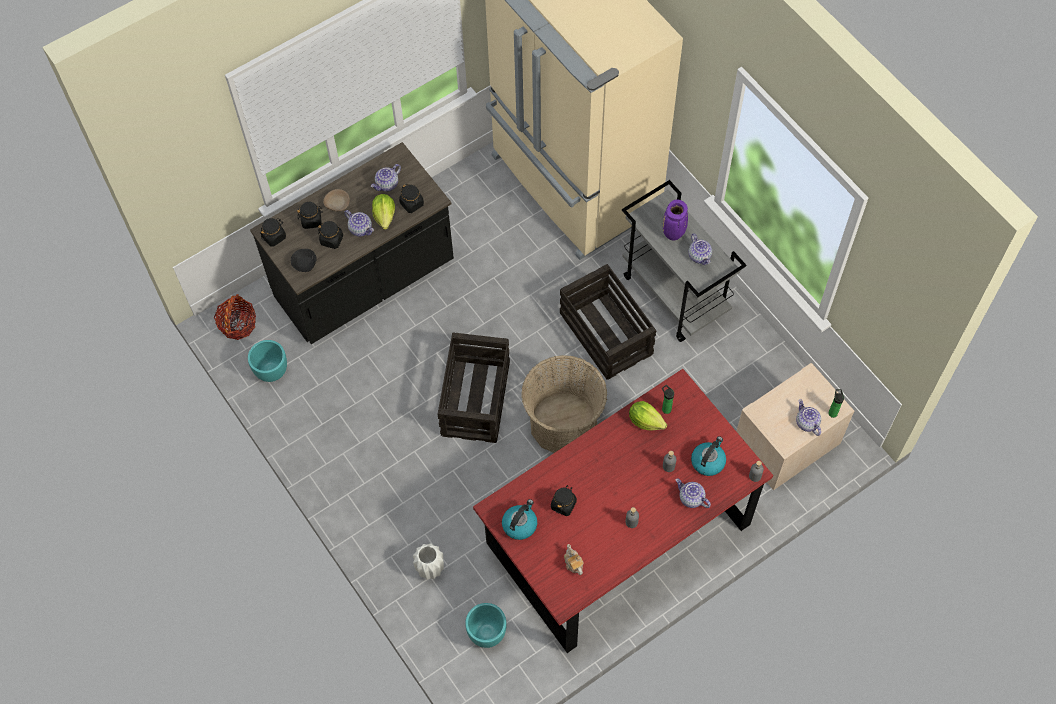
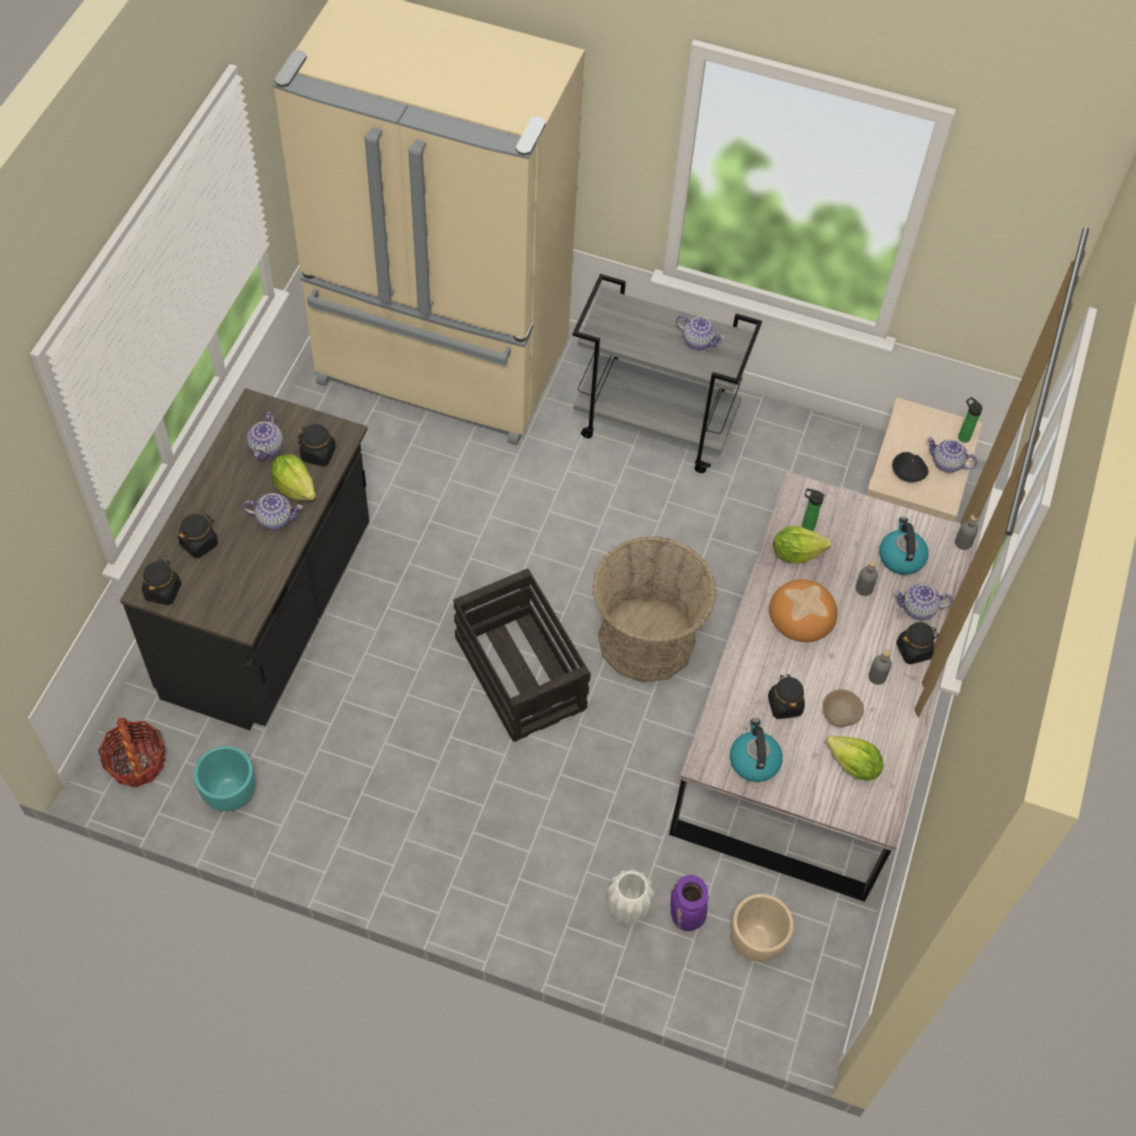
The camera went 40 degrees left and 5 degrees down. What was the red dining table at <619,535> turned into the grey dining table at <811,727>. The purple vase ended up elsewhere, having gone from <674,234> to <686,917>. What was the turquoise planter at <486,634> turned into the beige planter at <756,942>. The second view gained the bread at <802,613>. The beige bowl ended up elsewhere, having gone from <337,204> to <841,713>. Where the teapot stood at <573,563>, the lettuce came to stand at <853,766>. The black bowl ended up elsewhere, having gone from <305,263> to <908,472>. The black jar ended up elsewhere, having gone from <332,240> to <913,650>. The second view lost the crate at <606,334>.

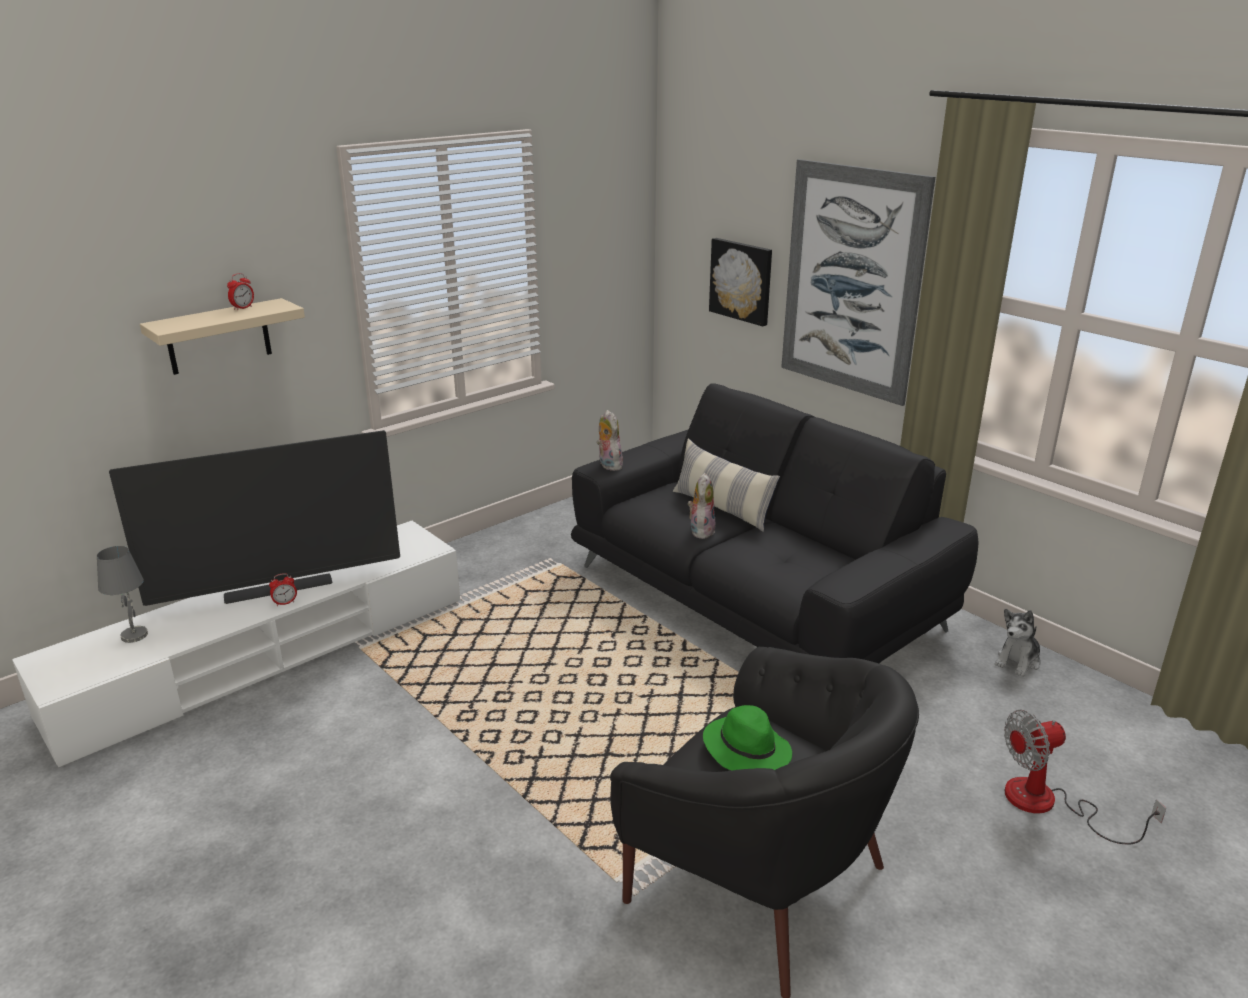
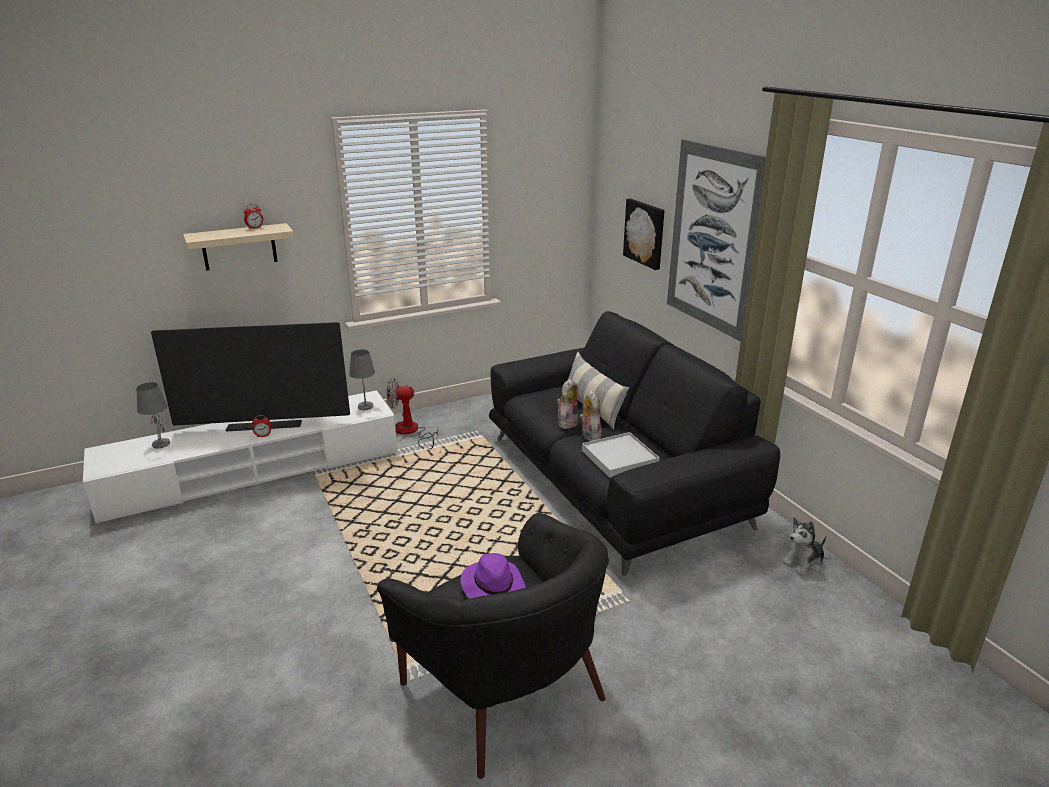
The camera went 15 degrees right and 0 degrees up. The second view gained the grey table lamp at <366,406>. The fan ended up elsewhere, having gone from <1048,804> to <411,432>. What was the green hat at <745,748> turned into the purple hat at <492,586>. The plush toy ended up elsewhere, having gone from <608,465> to <589,435>. The second view gained the white tray at <619,457>.

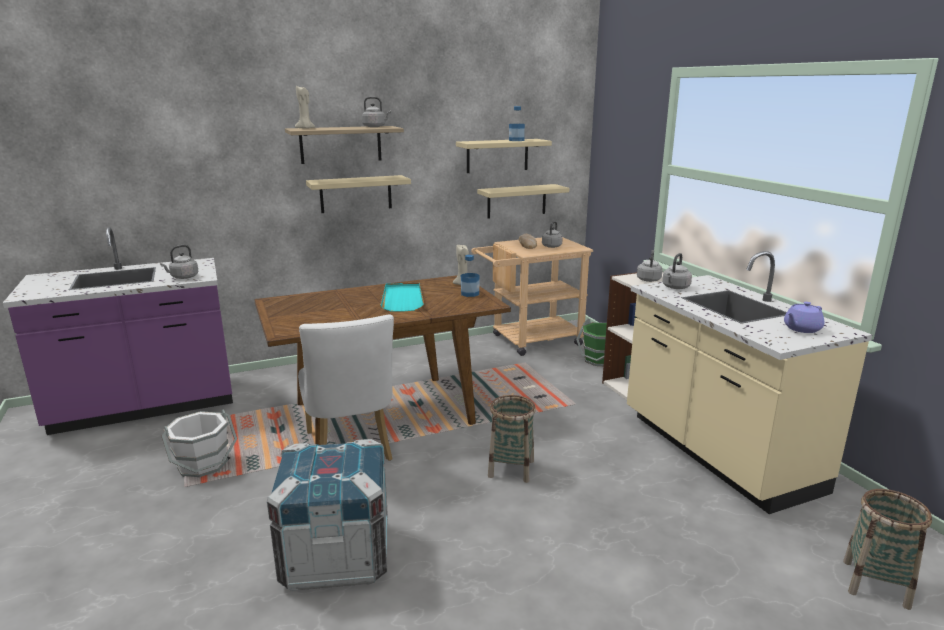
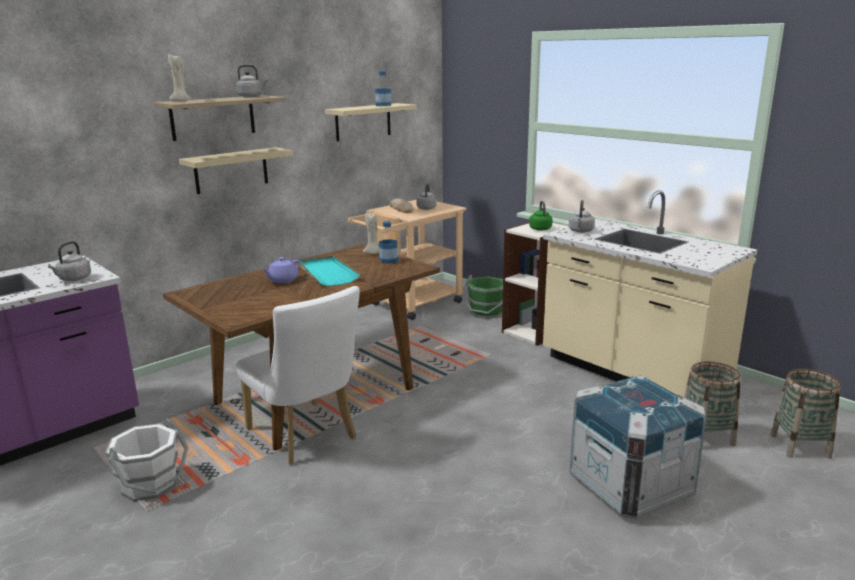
The camera went 20 degrees left and 0 degrees up. The purple teapot ended up elsewhere, having gone from <801,329> to <282,280>. What was the grey kettle at <648,279> turned into the green kettle at <540,228>. The crate ended up elsewhere, having gone from <337,556> to <630,486>. The basket ended up elsewhere, having gone from <511,468> to <706,436>. The second view lost the beige shelf at <516,201>.

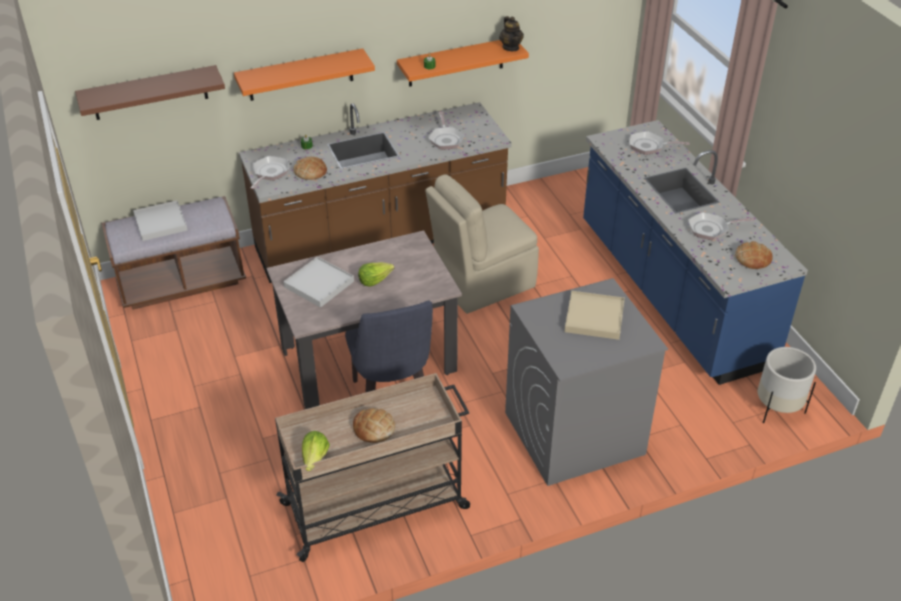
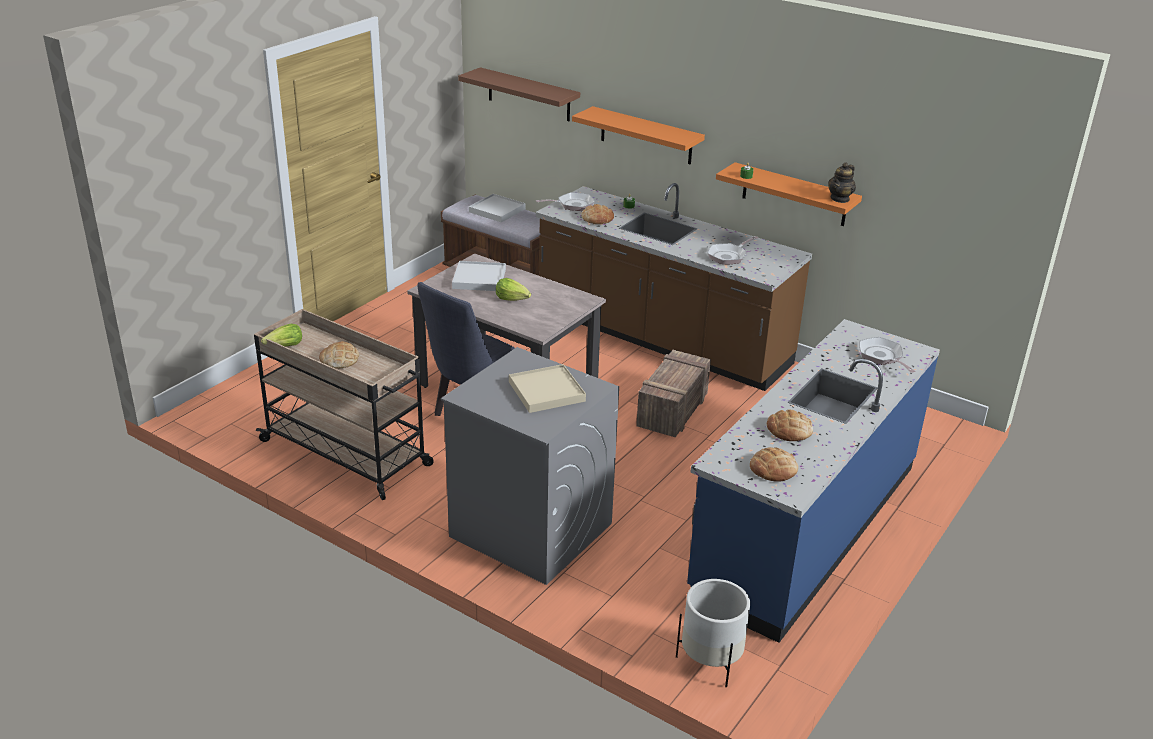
The camera went 55 degrees right and 10 degrees down. Where the beige chair stood at <482,283>, the crate came to stand at <672,409>. Where the frying pan stood at <711,229>, the bread came to stand at <789,430>.

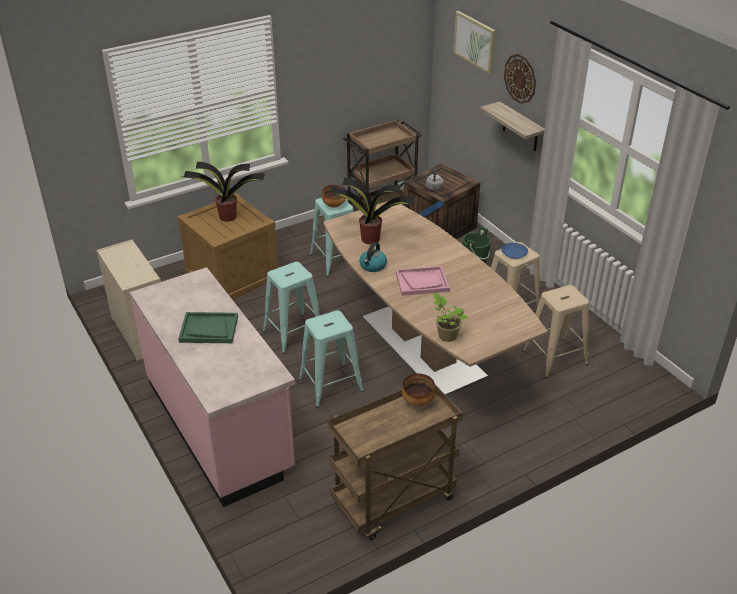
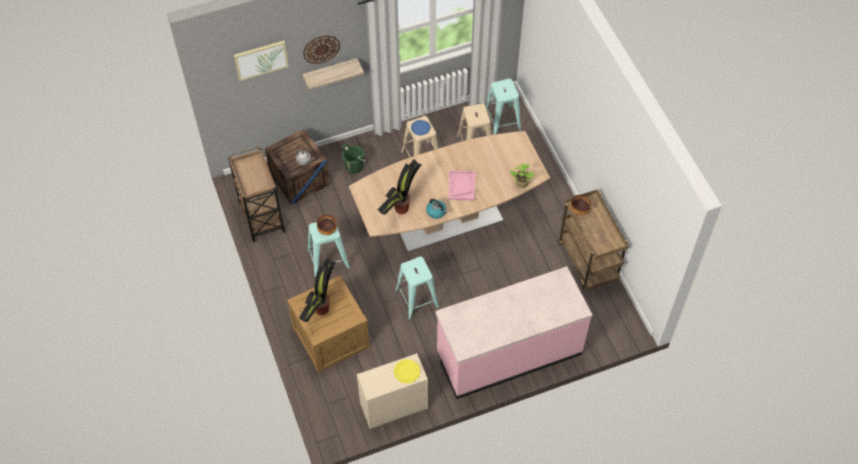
The camera went 80 degrees left and 20 degrees up. The second view gained the yellow plate at <406,372>. The turquoise stool ended up elsewhere, having gone from <330,385> to <502,122>. The second view lost the green tray at <208,329>.

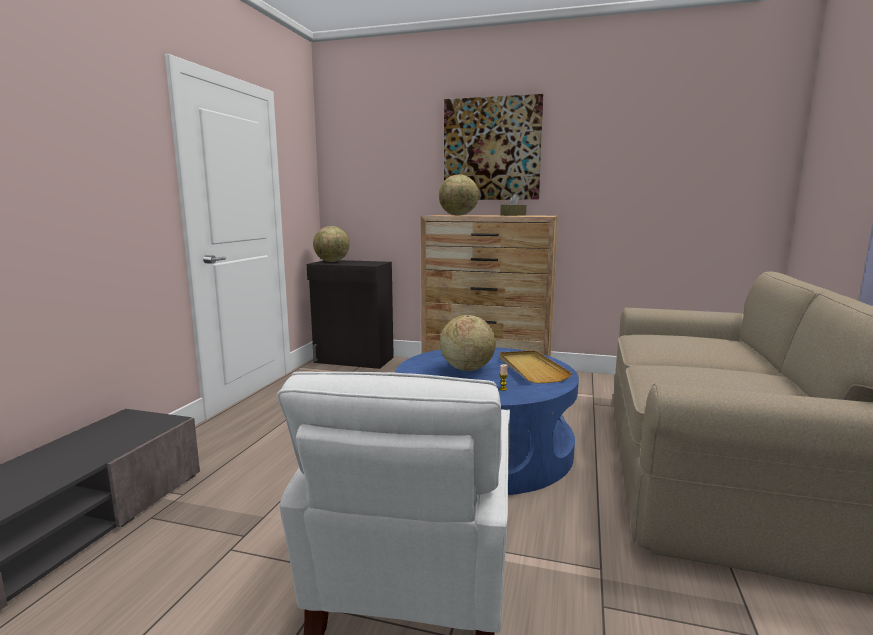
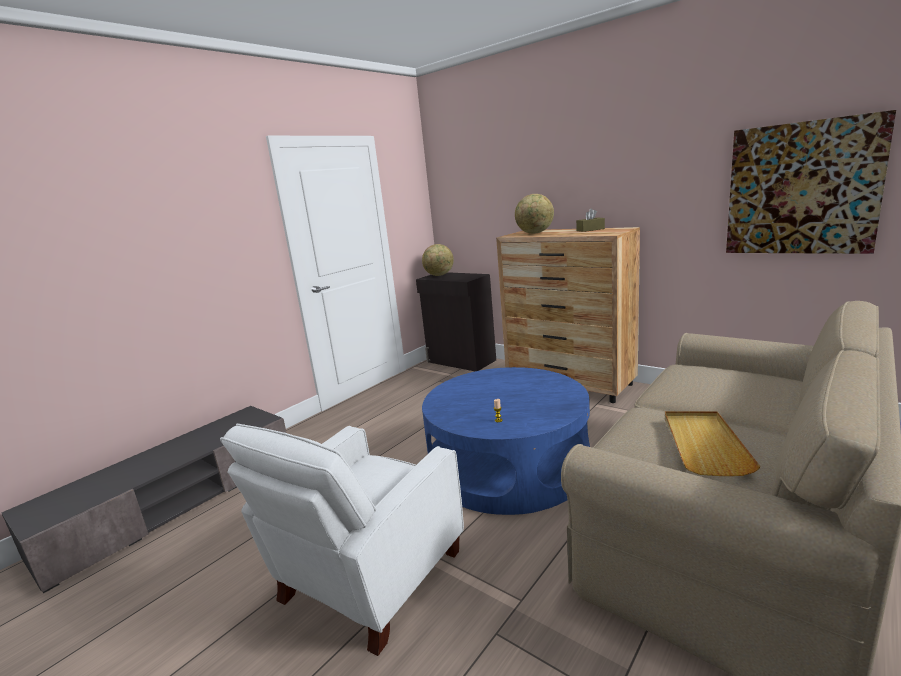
The camera went 25 degrees right and 5 degrees up. The beige tray ended up elsewhere, having gone from <531,369> to <703,444>. The picture ended up elsewhere, having gone from <491,149> to <801,189>. The second view lost the globe at <467,369>.

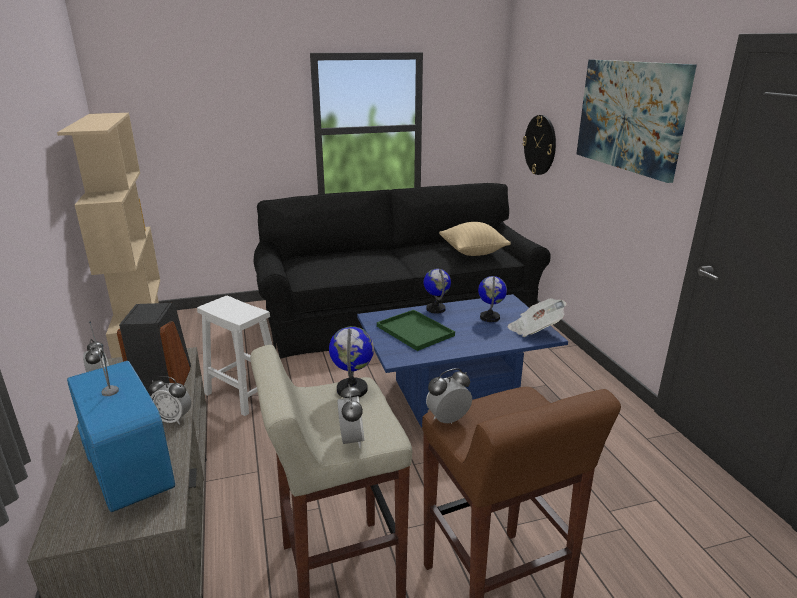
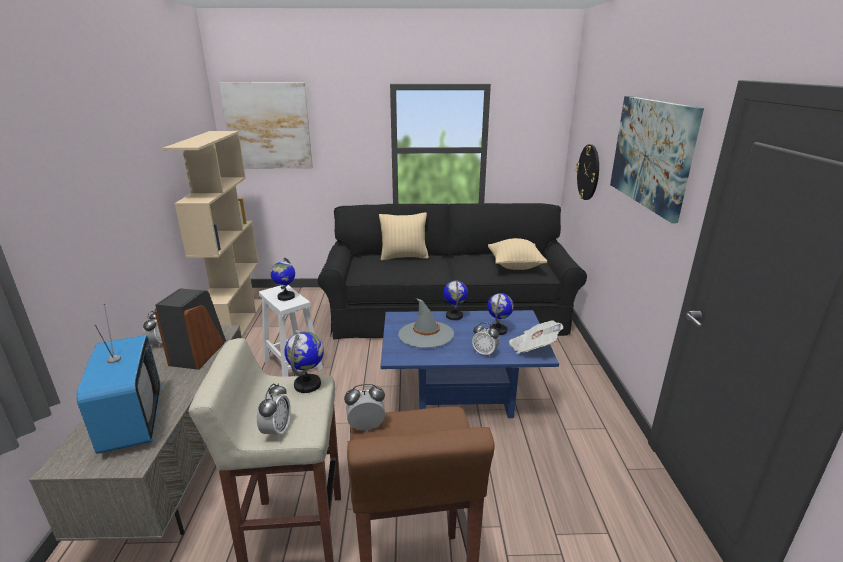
The camera went 15 degrees right and 0 degrees up. The second view gained the picture at <268,126>. The second view gained the globe at <286,297>. The second view gained the beige pillow at <404,257>. Where the green tray stood at <416,331>, the grey hat came to stand at <426,334>. The alarm clock ended up elsewhere, having gone from <173,419> to <484,353>.

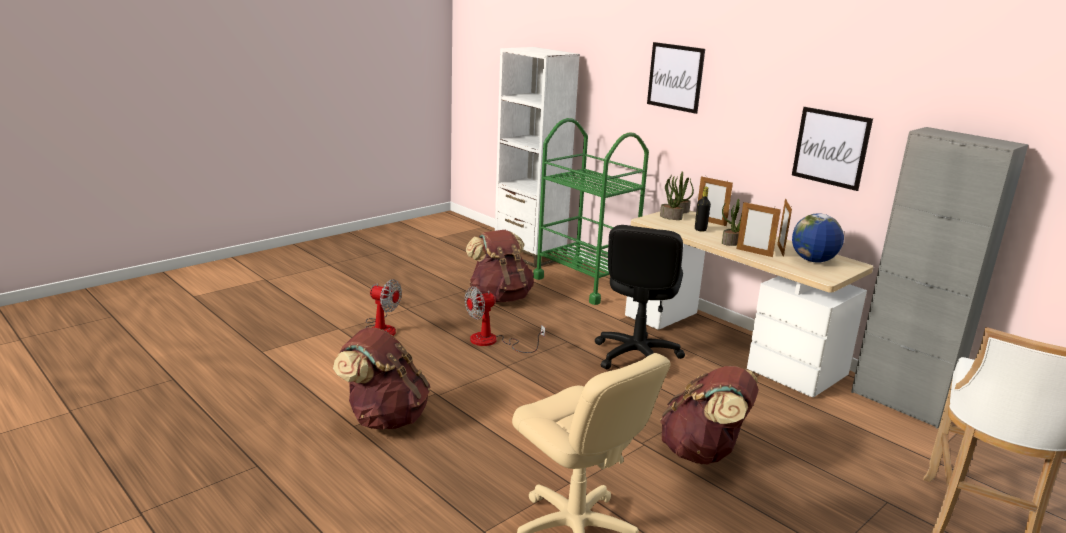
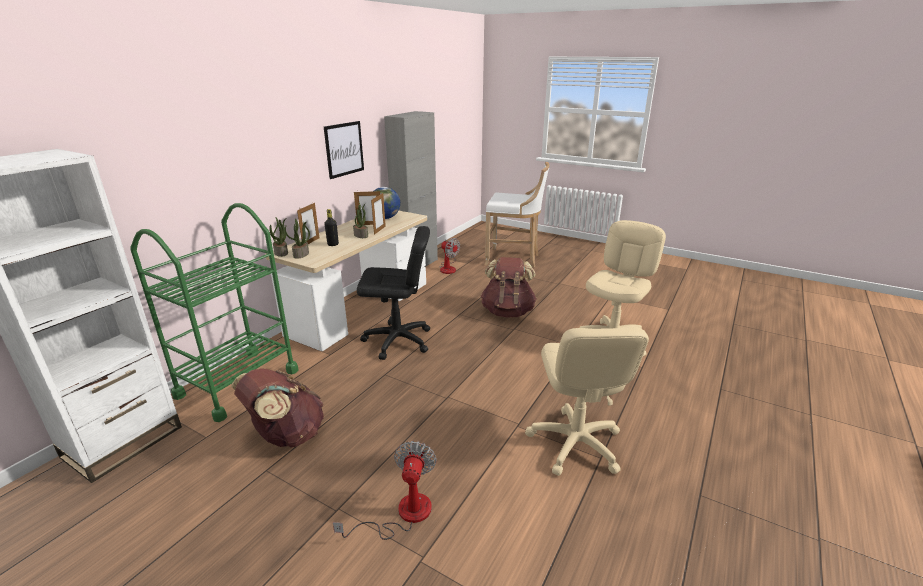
The camera went 105 degrees left and 5 degrees up. The fan ended up elsewhere, having gone from <493,342> to <448,268>. Where the brown backpack stood at <384,418>, the beige office chair came to stand at <575,443>. The second view lost the picture at <675,77>.

